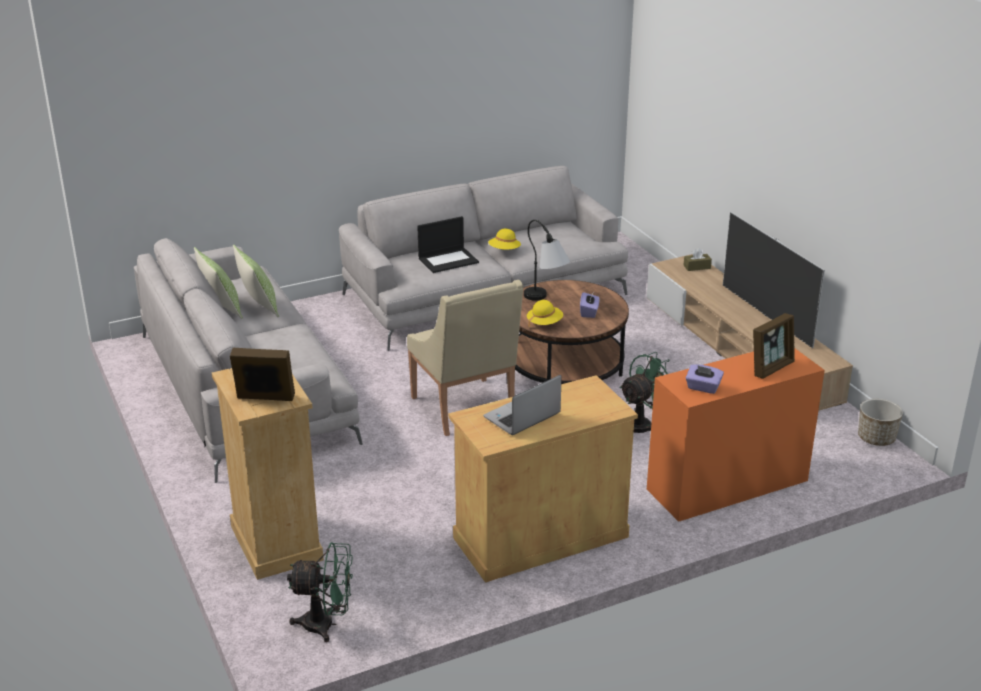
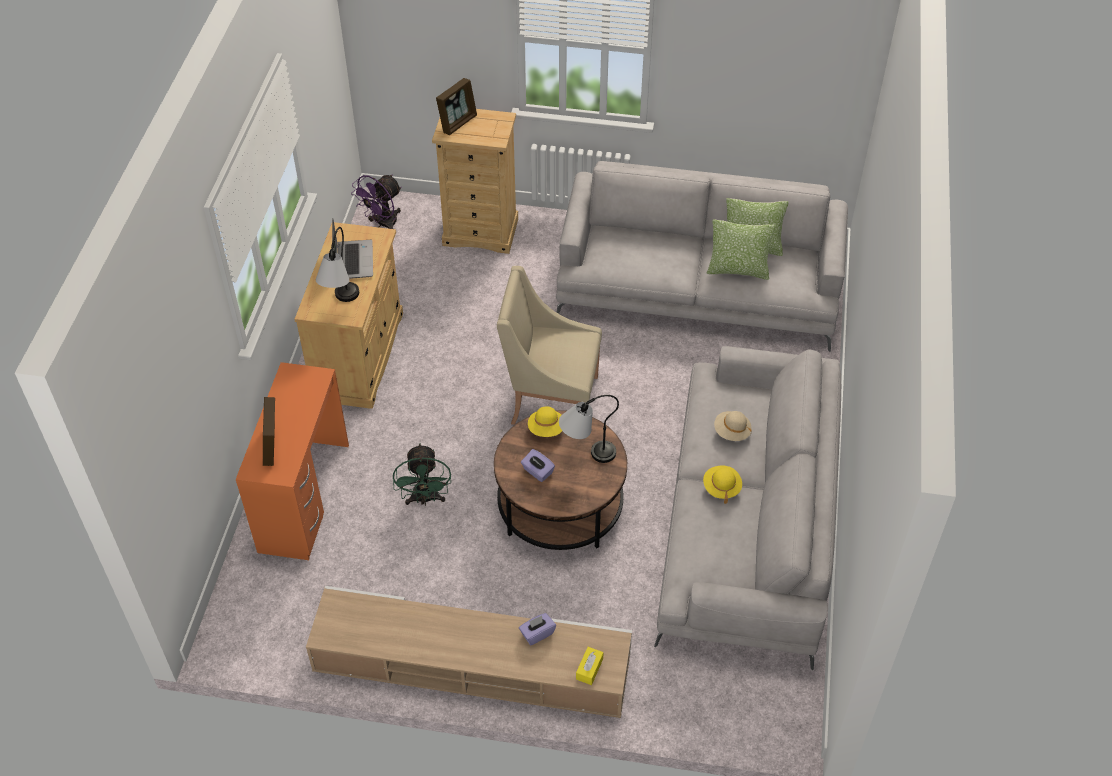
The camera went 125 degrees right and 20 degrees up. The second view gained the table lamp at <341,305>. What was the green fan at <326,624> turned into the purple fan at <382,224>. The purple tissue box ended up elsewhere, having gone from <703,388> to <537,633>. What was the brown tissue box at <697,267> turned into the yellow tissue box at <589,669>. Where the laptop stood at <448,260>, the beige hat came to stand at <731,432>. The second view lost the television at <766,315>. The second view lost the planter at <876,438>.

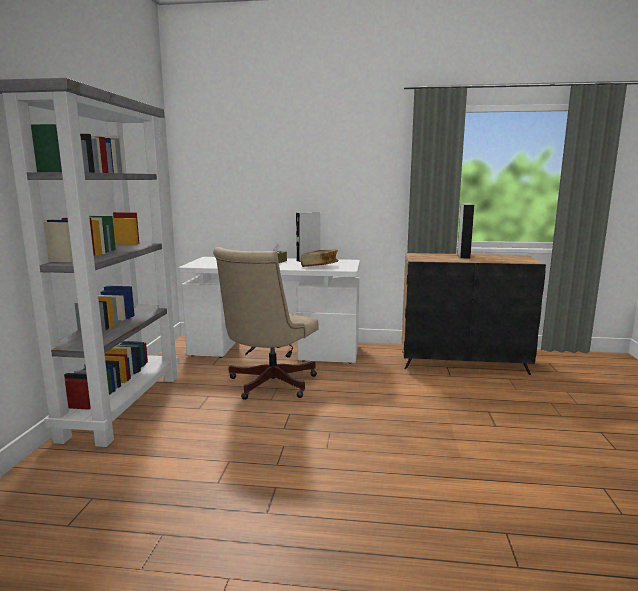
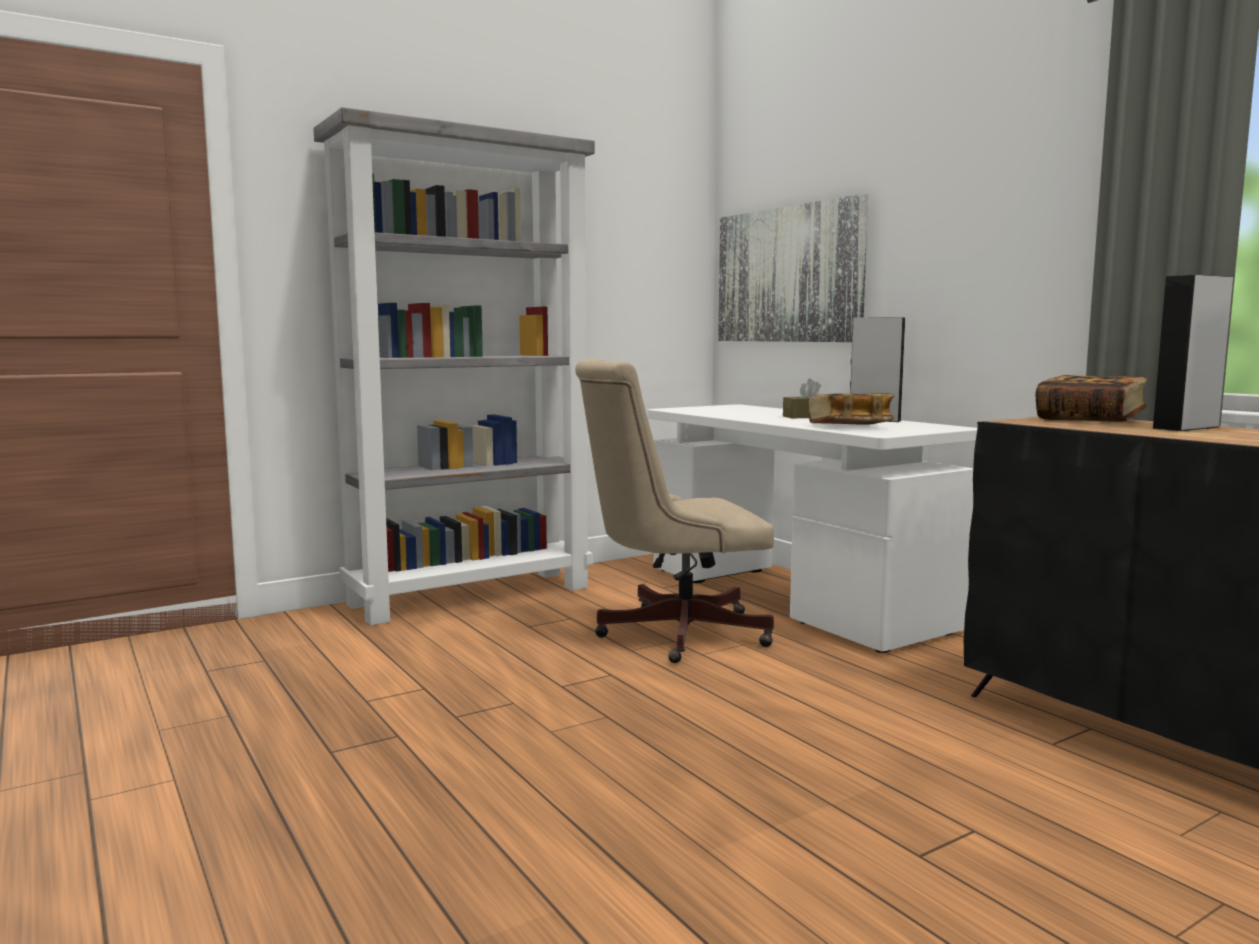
The camera went 50 degrees right and 5 degrees down. The second view gained the picture at <788,275>. The second view gained the book at <1089,420>.

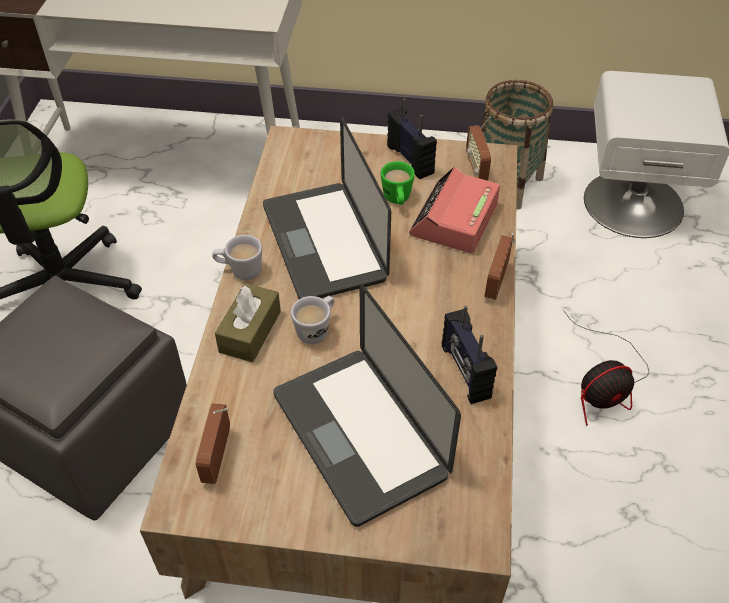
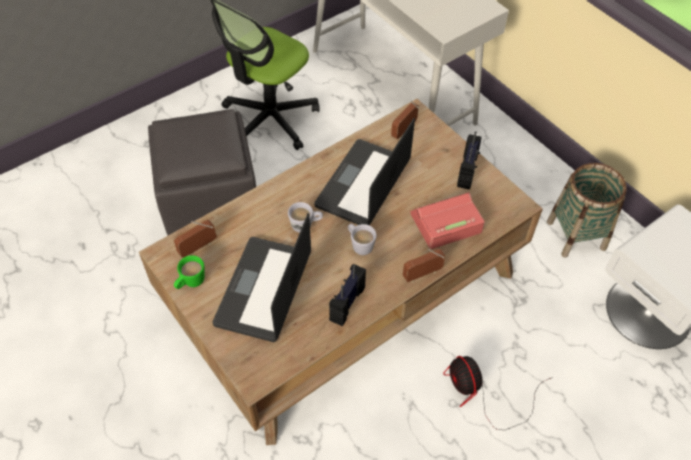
The camera went 45 degrees right and 5 degrees up. The green mug ended up elsewhere, having gone from <397,201> to <190,283>. The white mug ended up elsewhere, having gone from <240,271> to <359,245>. The radio ended up elsewhere, having gone from <476,168> to <404,130>. The fan at <604,385> ended up facing another way, 45 degrees clockwise from before. The second view lost the brown tissue box at <250,331>.

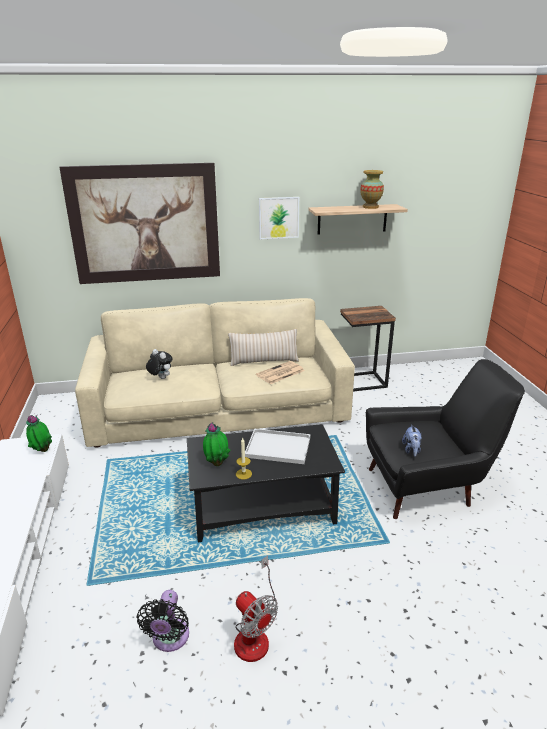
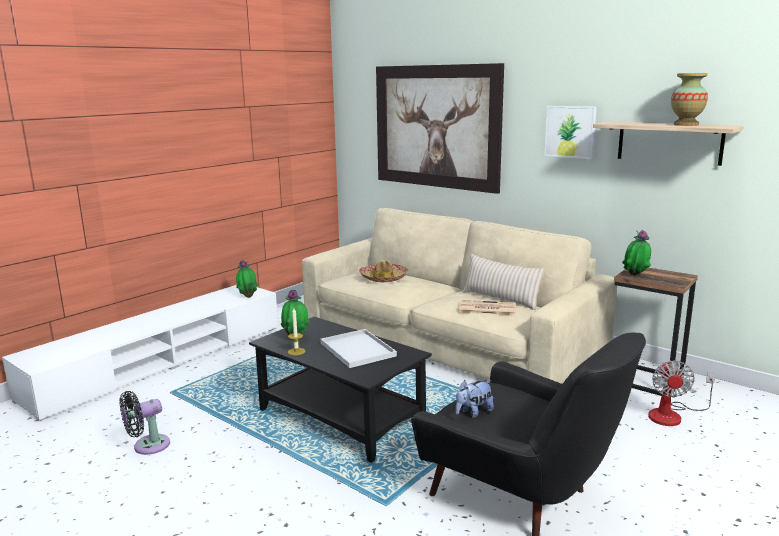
The camera went 50 degrees right and 10 degrees down. Where the plush toy stood at <160,378>, the hat came to stand at <383,278>. The second view gained the potted plant at <635,276>. The fan ended up elsewhere, having gone from <254,633> to <672,415>.

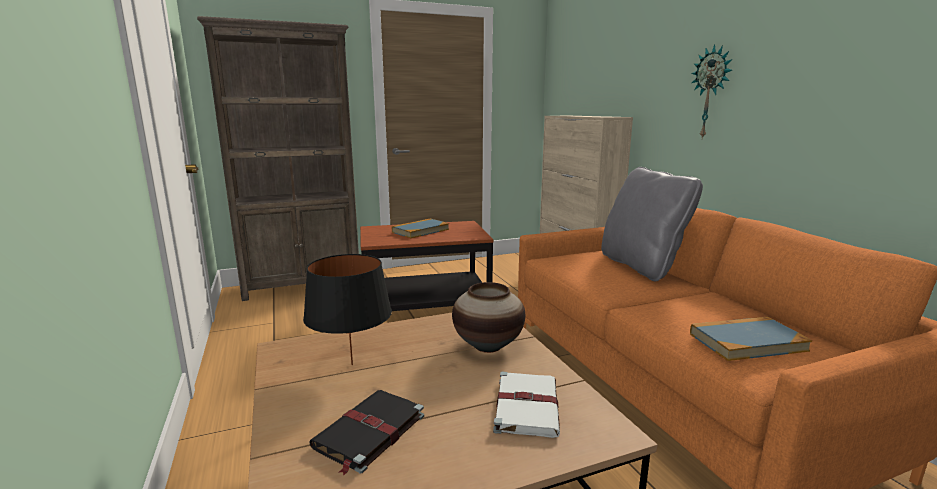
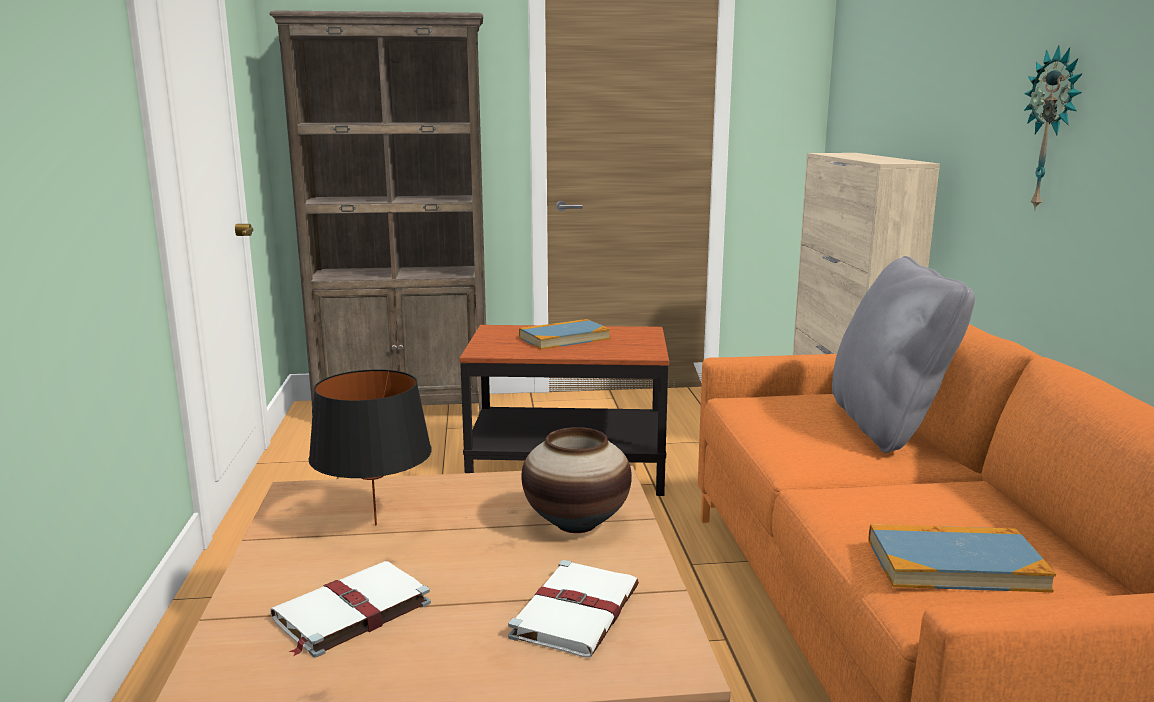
The camera went 15 degrees right and 0 degrees up. What was the black book at <369,432> turned into the white book at <350,612>.

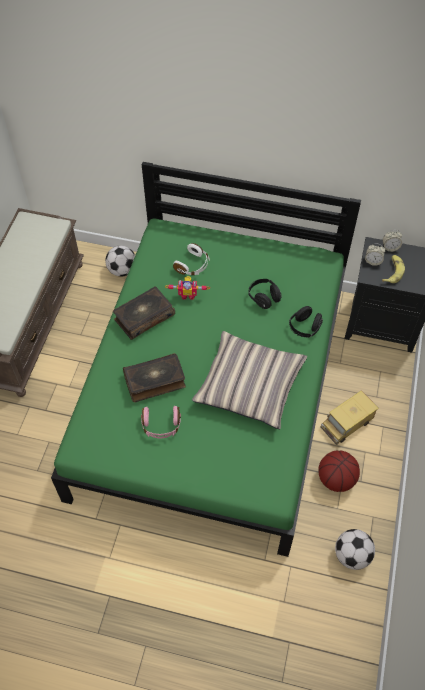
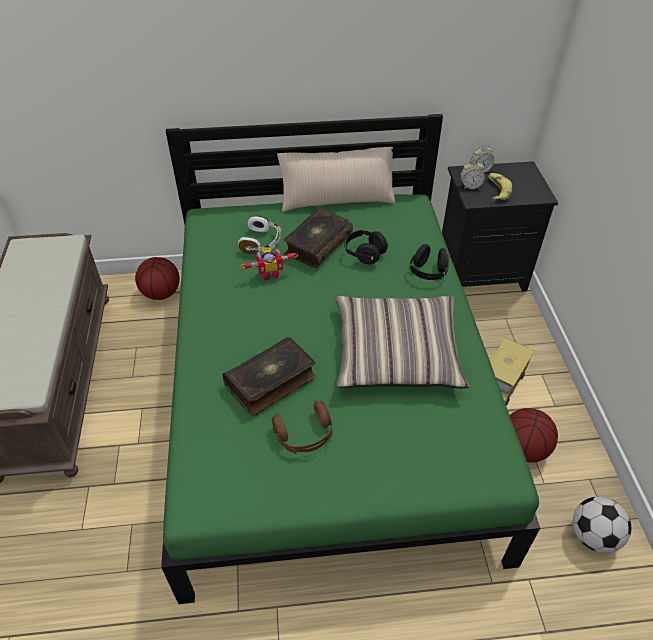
The camera went 20 degrees left and 10 degrees down. Where the football stood at <122,270>, the basketball came to stand at <162,293>. What was the pink headphones at <161,426> turned into the brown headphones at <305,435>. The second view gained the beige pillow at <337,199>. The book ended up elsewhere, having gone from <144,317> to <317,244>.

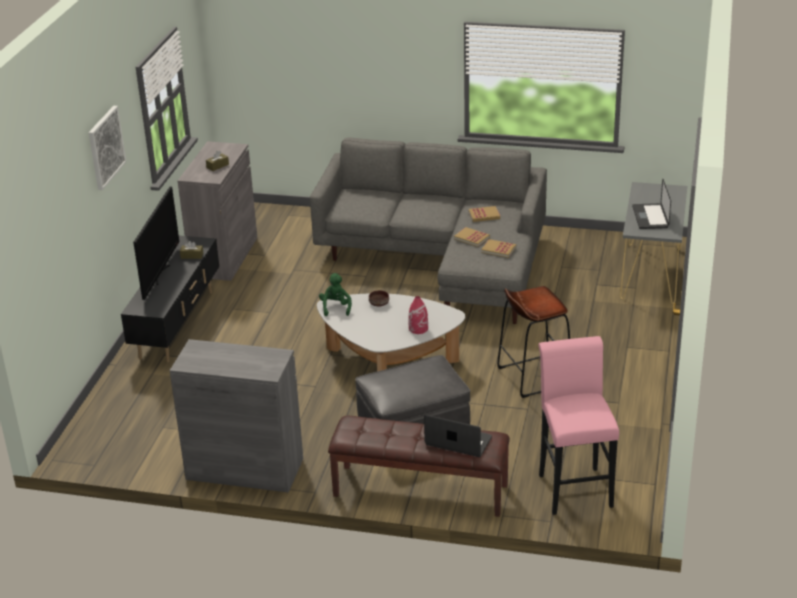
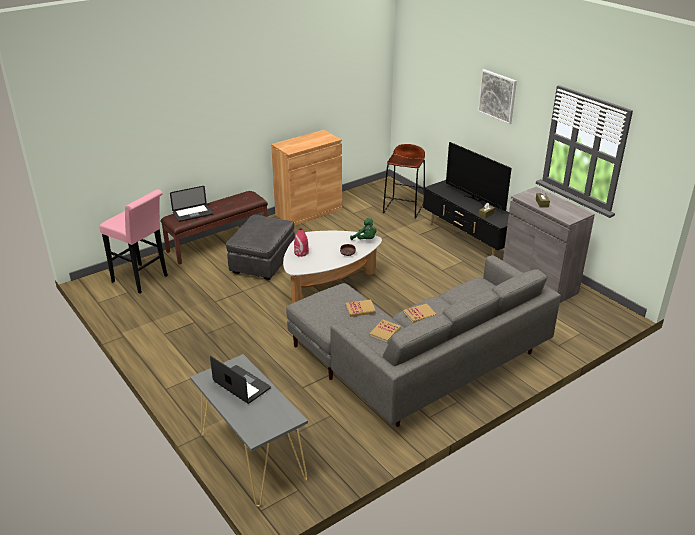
The camera went 130 degrees right and 0 degrees up. What was the grey cabinet at <245,469> turned into the brown cabinet at <309,212>. The brown stool ended up elsewhere, having gone from <534,376> to <404,208>. The book ended up elsewhere, having gone from <498,250> to <419,314>.

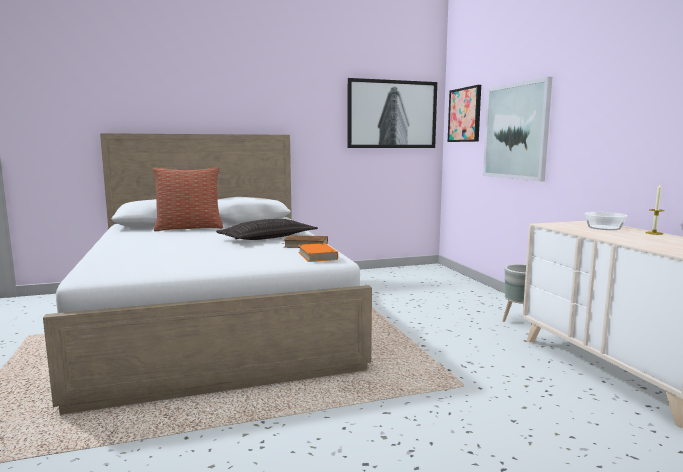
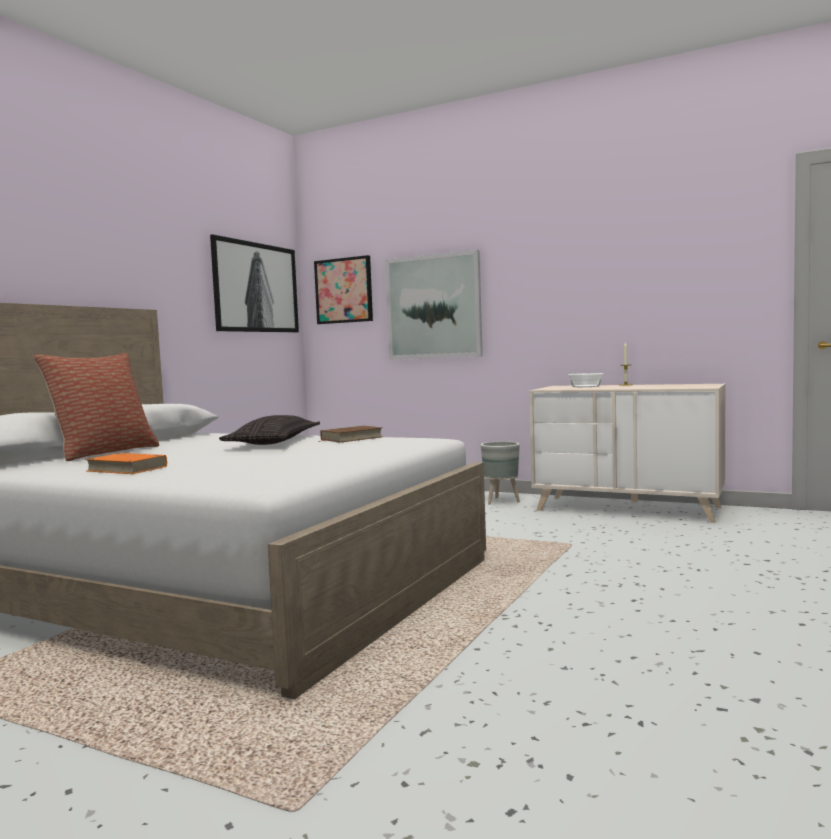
The camera went 45 degrees left and 5 degrees down. The orange book ended up elsewhere, having gone from <317,256> to <127,469>.

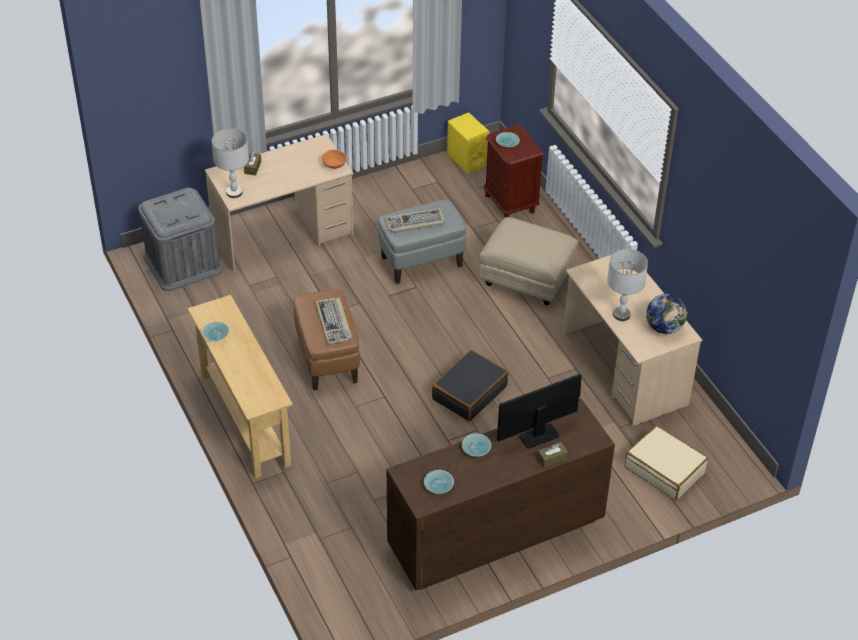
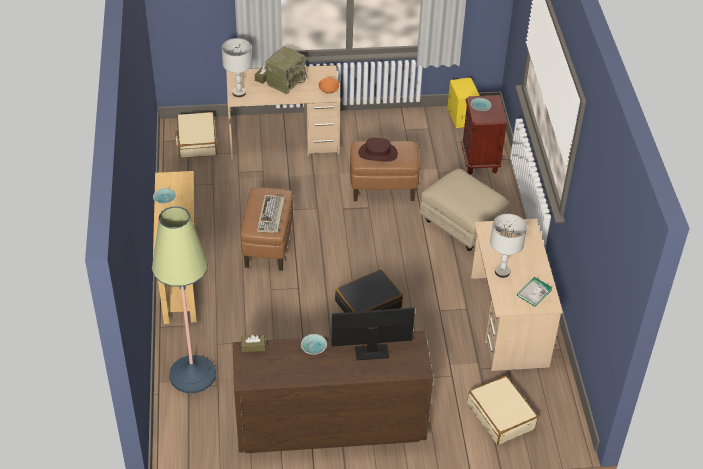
The camera went 20 degrees right and 0 degrees up. The second view gained the floor lamp at <192,374>. Where the grey storage box stood at <182,263>, the beige suitcase came to stand at <197,141>. The brown tissue box ended up elsewhere, having gone from <552,458> to <253,346>. The second view gained the radio at <286,81>. What was the grey ottoman at <422,262> turned into the brown ottoman at <383,189>. Where the keyboard stood at <415,223>, the brown hat came to stand at <377,153>. Where the globe stood at <664,327>, the book came to stand at <534,292>. The second view lost the turquoise bowl at <439,486>.

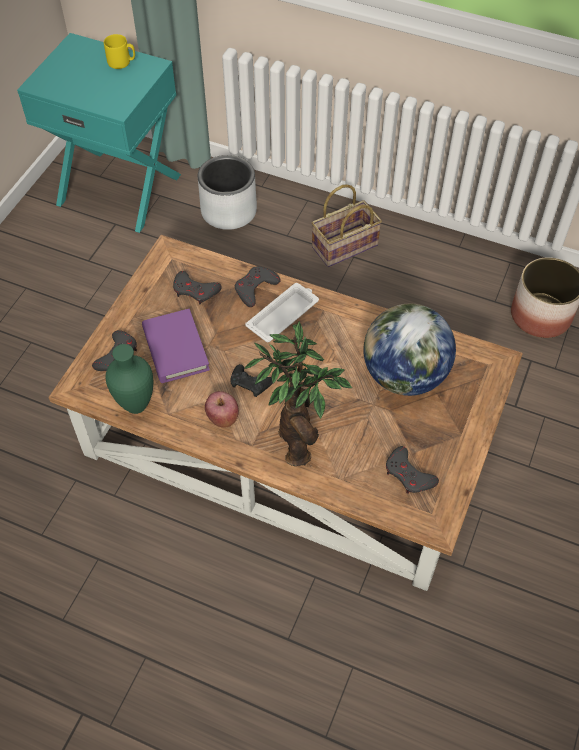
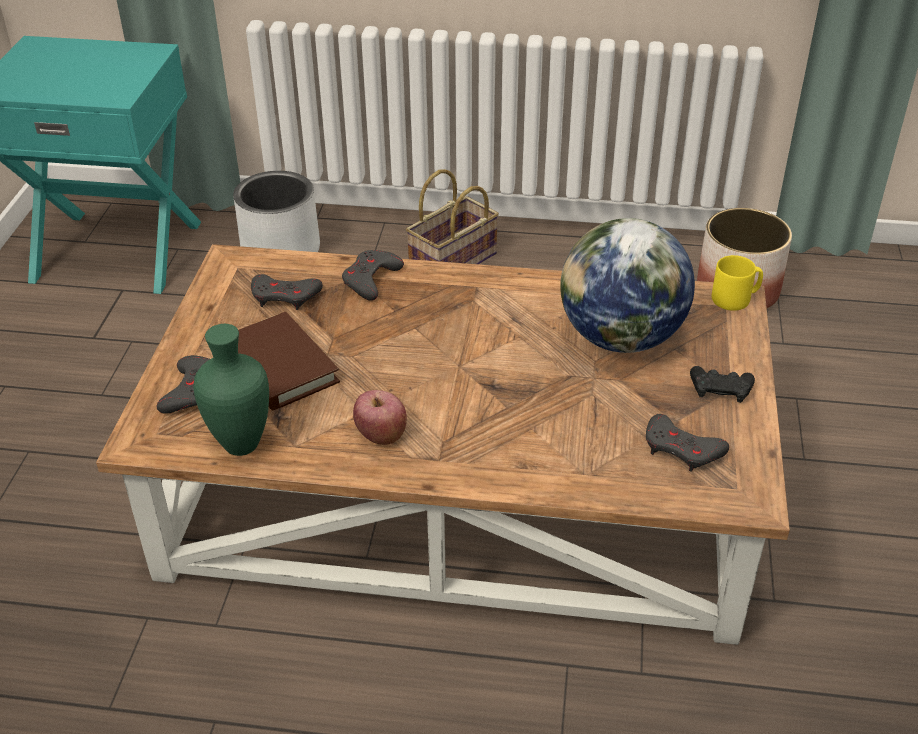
The camera went 15 degrees left and 15 degrees down. What was the purple book at <175,348> turned into the brown book at <279,366>. The black game controller ended up elsewhere, having gone from <250,383> to <720,389>. The yellow mug ended up elsewhere, having gone from <122,62> to <735,299>. The second view lost the potted plant at <297,439>. The second view lost the white tray at <283,315>.

